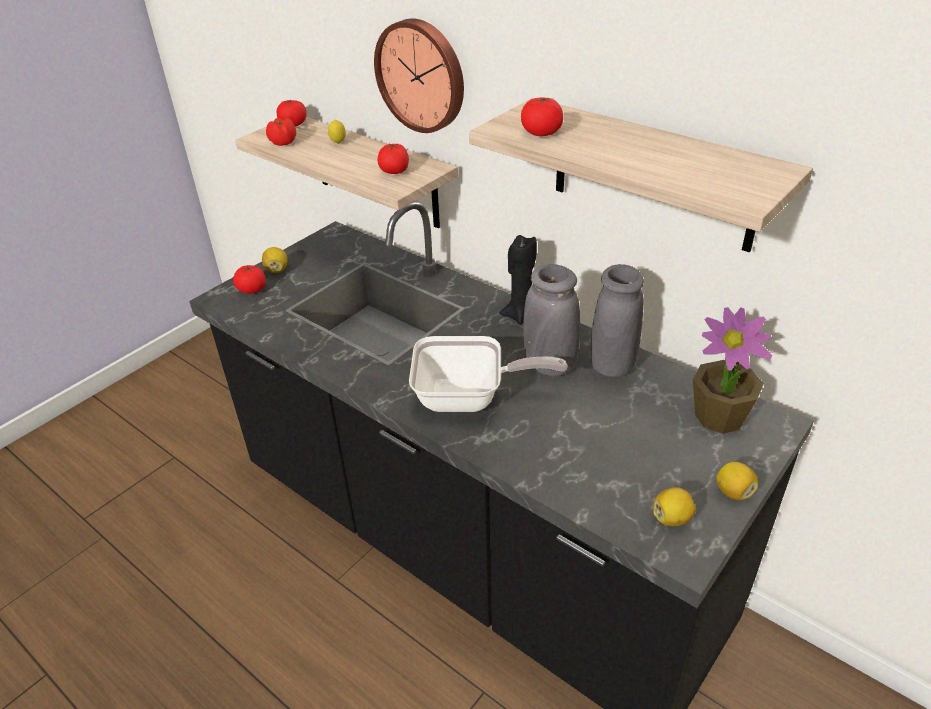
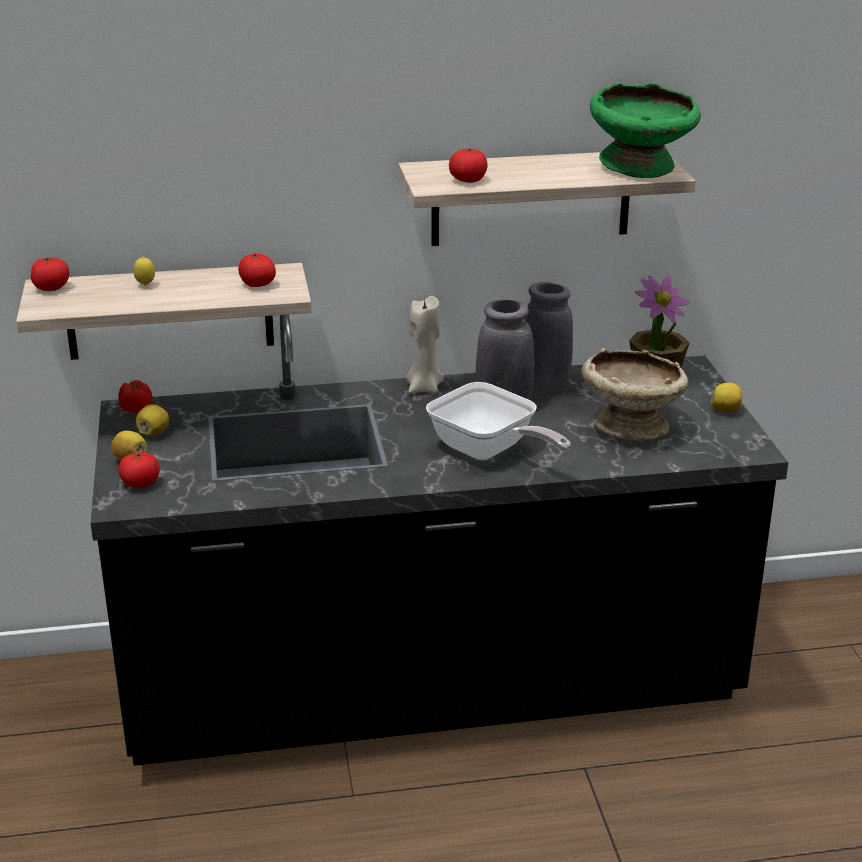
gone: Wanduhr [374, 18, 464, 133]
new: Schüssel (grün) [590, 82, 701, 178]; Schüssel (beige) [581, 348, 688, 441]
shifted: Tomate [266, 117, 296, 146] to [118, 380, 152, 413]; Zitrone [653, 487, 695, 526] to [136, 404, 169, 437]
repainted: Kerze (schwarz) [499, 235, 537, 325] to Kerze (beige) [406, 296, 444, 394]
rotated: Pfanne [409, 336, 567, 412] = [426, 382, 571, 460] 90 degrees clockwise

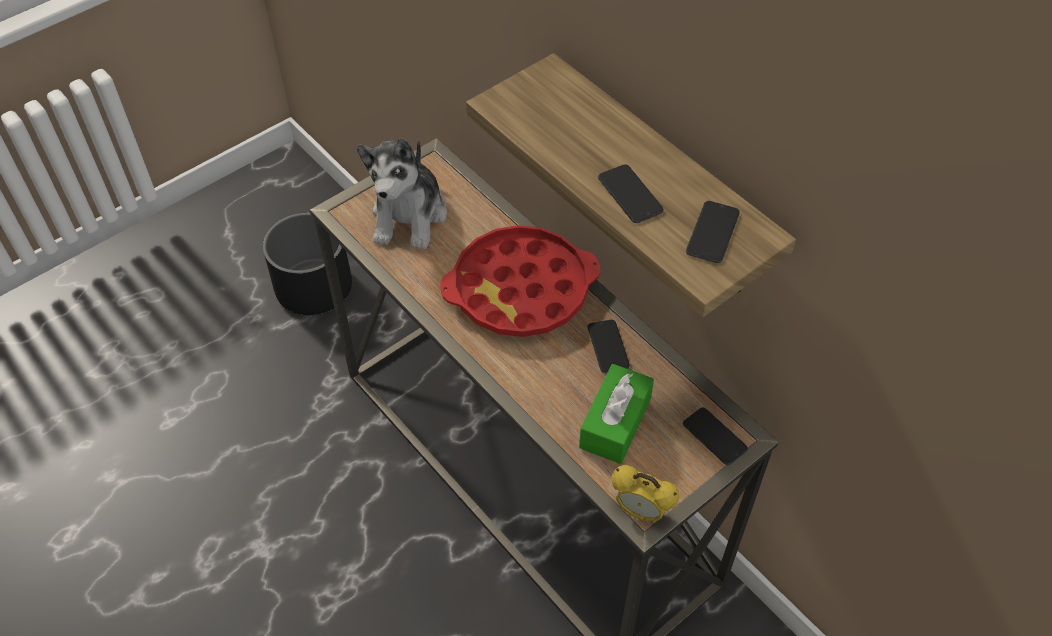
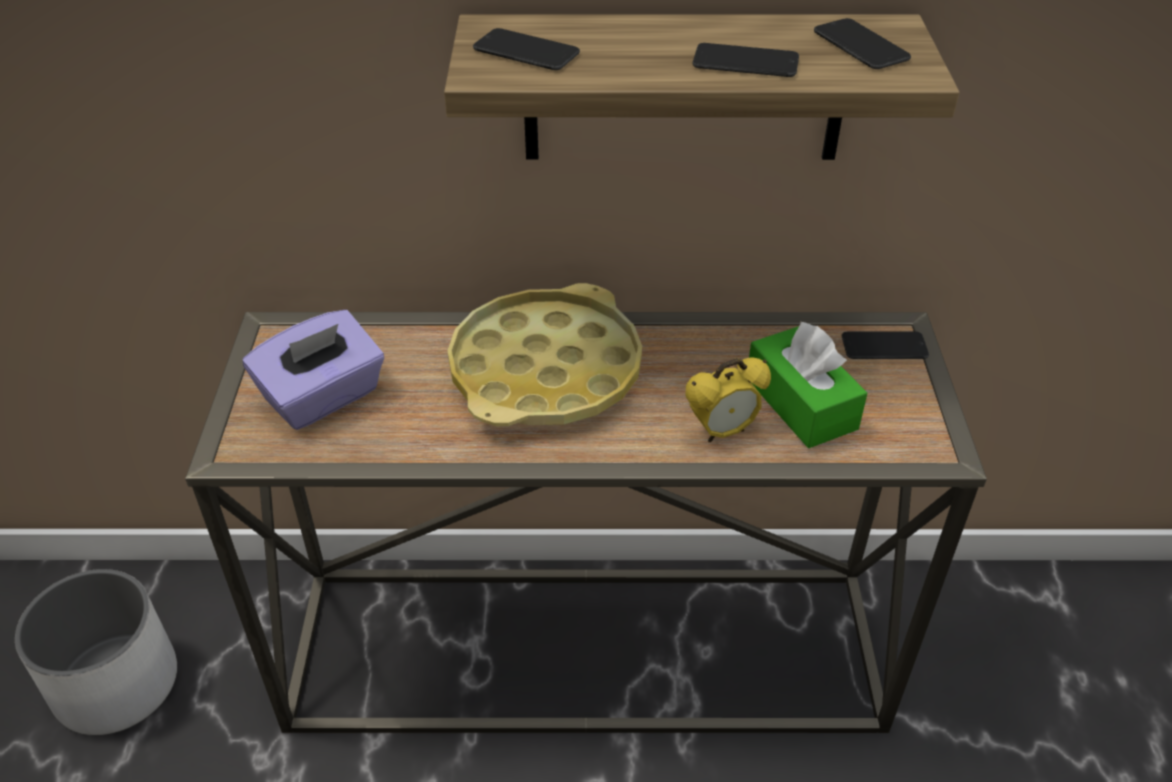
shifted: Handy [587, 320, 630, 373] to [473, 28, 580, 70]; Wecker [611, 465, 679, 523] to [685, 358, 771, 442]
swapped: Plüschtier [356, 138, 447, 250] to Taschentuchbox (lila) [243, 310, 384, 430]
repainted: Pflanzkübel (schwarz) [263, 213, 352, 315] to Pflanzkübel (weiß) [15, 569, 177, 735]; Tablett (rot) [440, 225, 600, 337] to Tablett (gelb) [447, 283, 642, 426]

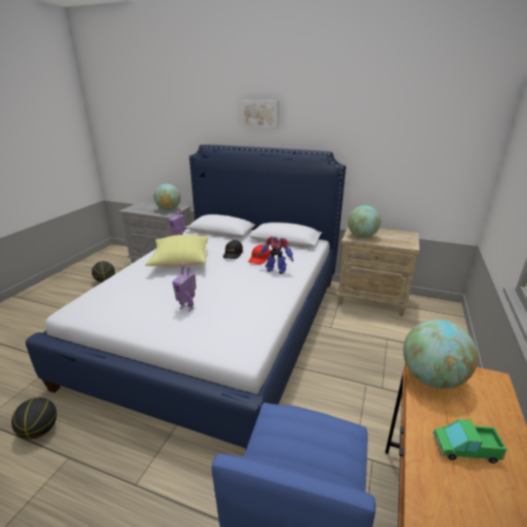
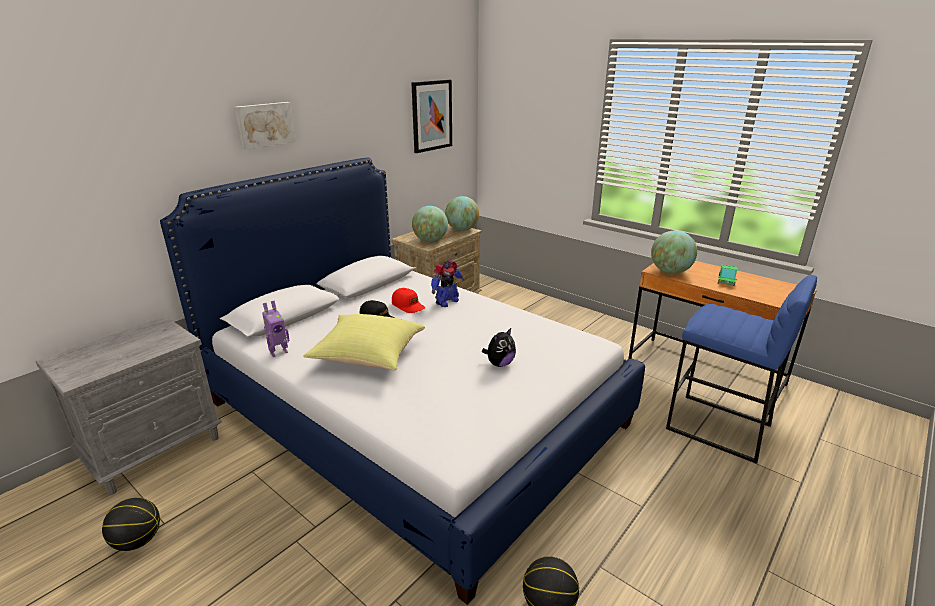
new: Bild [411, 79, 452, 153]
shifted: Globus [154, 184, 181, 210] to [445, 196, 479, 231]
swapped: Spielzeugroboter [172, 265, 196, 312] to Plüschtier [482, 328, 516, 367]

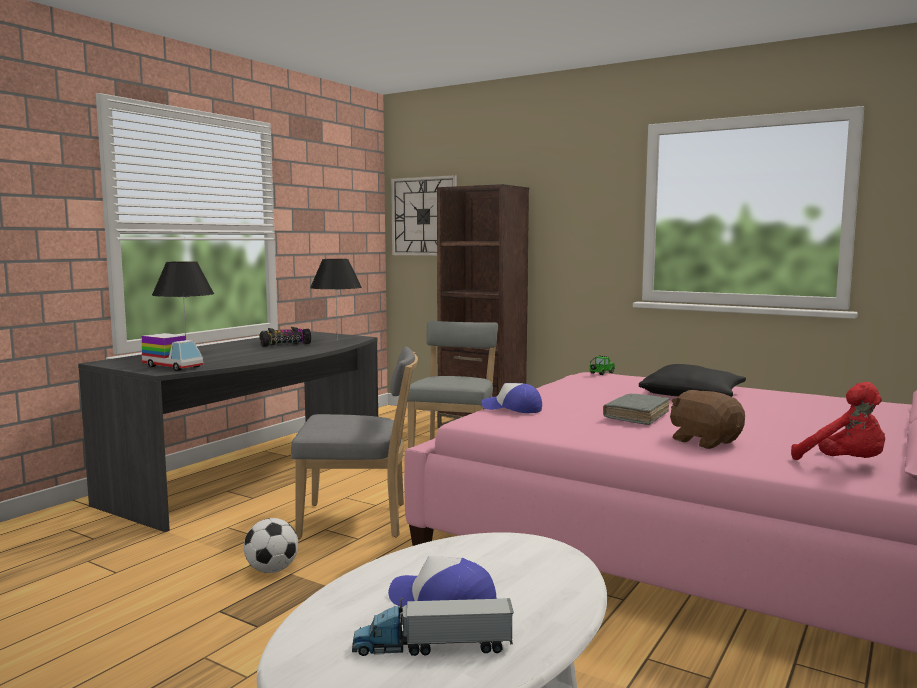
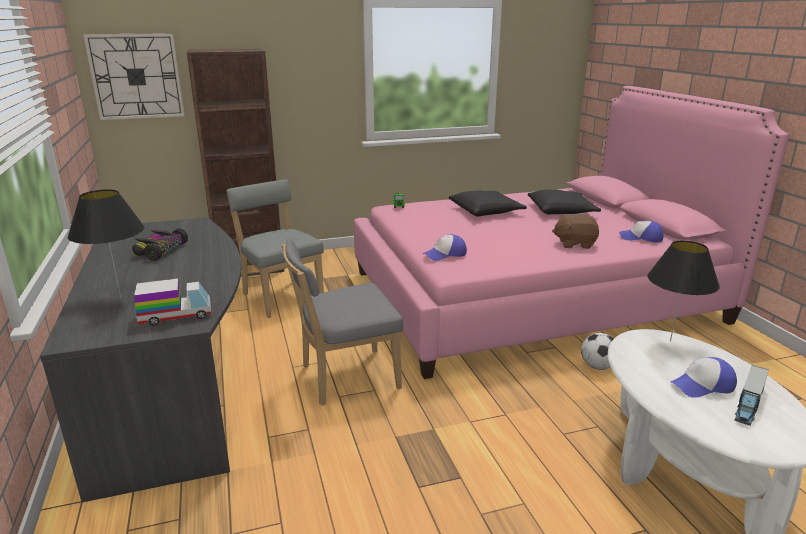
gone: Buch (grau) [603, 394, 669, 425]
new: Kissen (schwarz) [528, 190, 601, 214]
shifted: Tischlampe (schwarz) [310, 259, 362, 341] to [647, 241, 720, 341]; Fußball [244, 518, 298, 573] to [581, 333, 614, 370]
swapped: Plüschtier (rot) [791, 382, 885, 460] to Kappe [619, 221, 664, 243]
rotated: Stuhl (grau) [291, 347, 418, 539] = [282, 238, 403, 406] 150 degrees counterclockwise

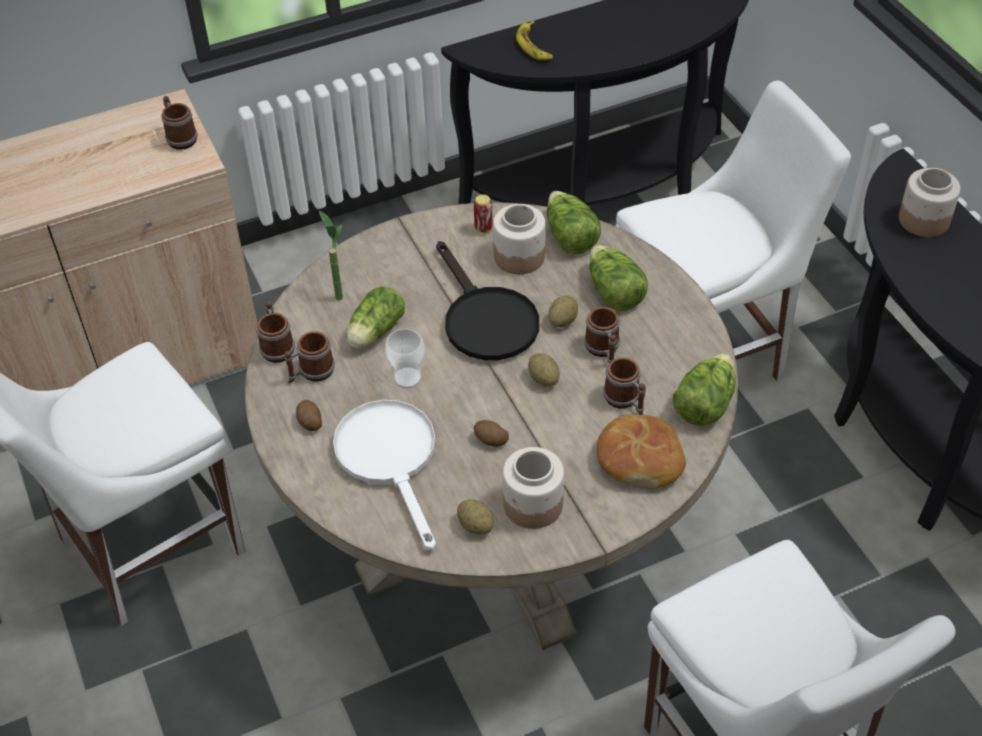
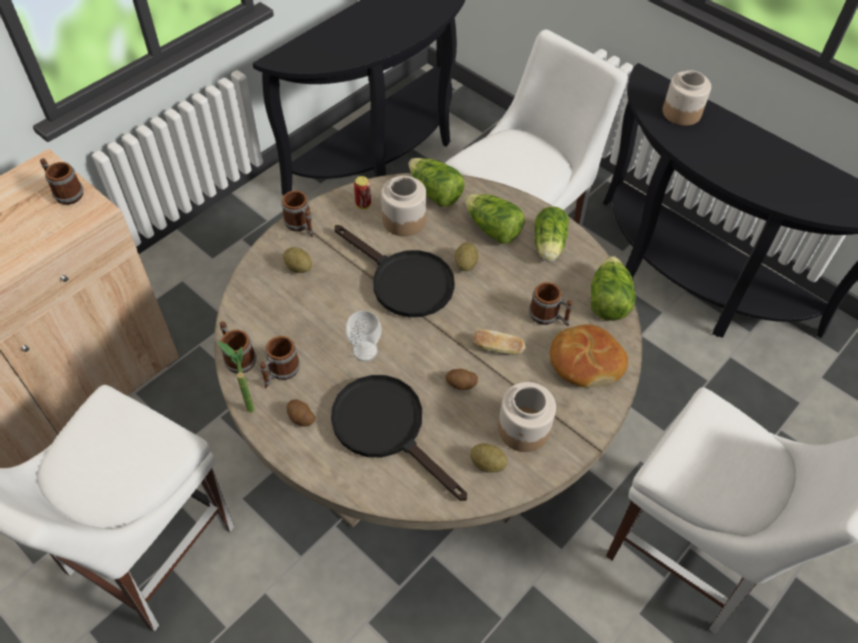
gone: Banane [516, 21, 553, 60]
new: Brot [473, 330, 525, 354]
shifted: Topfpflanze [319, 210, 343, 301] to [217, 342, 254, 413]; Salatkopf [347, 286, 405, 348] to [535, 206, 569, 262]; Henkelbecher [584, 307, 620, 363] to [282, 191, 313, 237]; Kartoffel [528, 353, 560, 386] to [283, 247, 312, 273]
repainted: Pfanne (weiß) [333, 400, 436, 551] to Pfanne (schwarz) [331, 375, 467, 501]

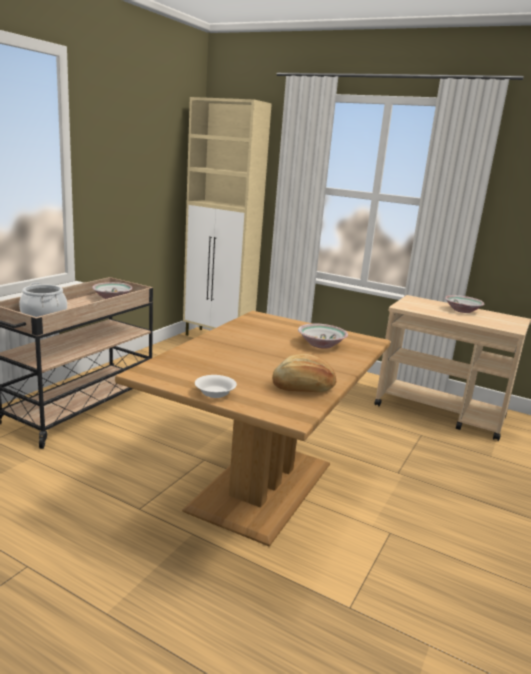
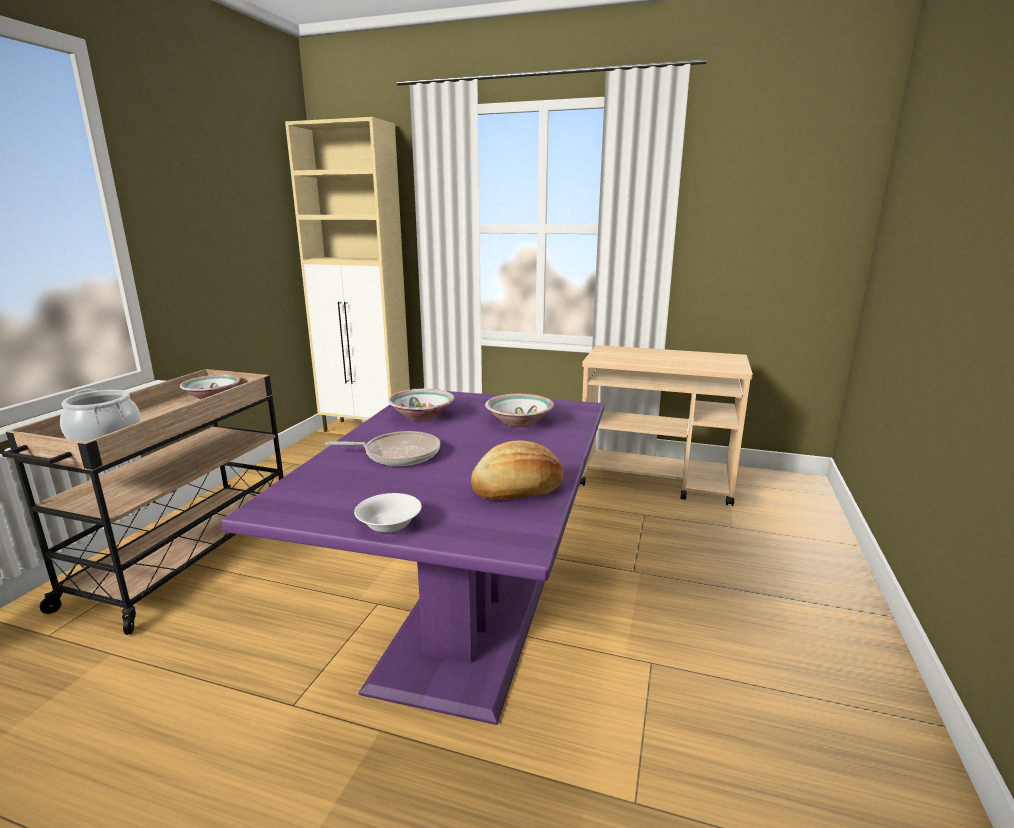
new: Pfanne [325, 431, 440, 466]
shifted: Schüssel [445, 295, 484, 313] to [388, 389, 455, 421]
repainted: Esstisch (braun) [115, 311, 390, 547] to Esstisch (lila) [221, 391, 604, 725]

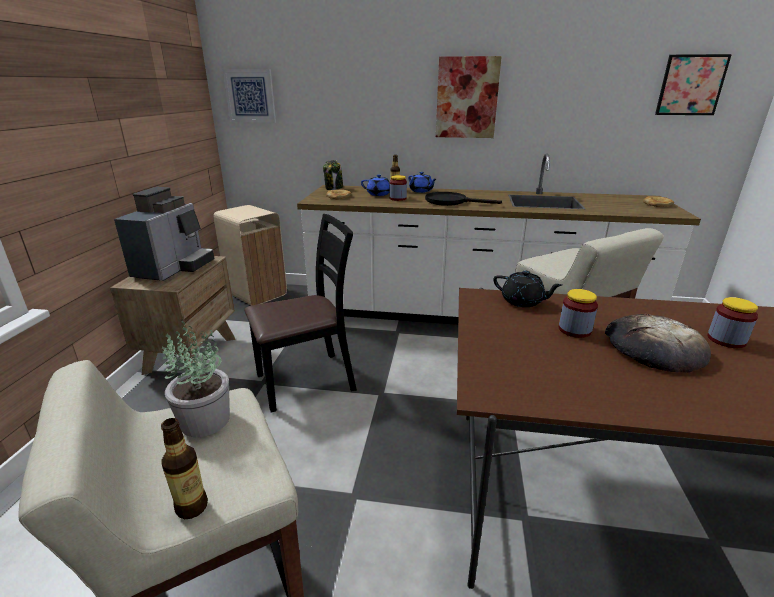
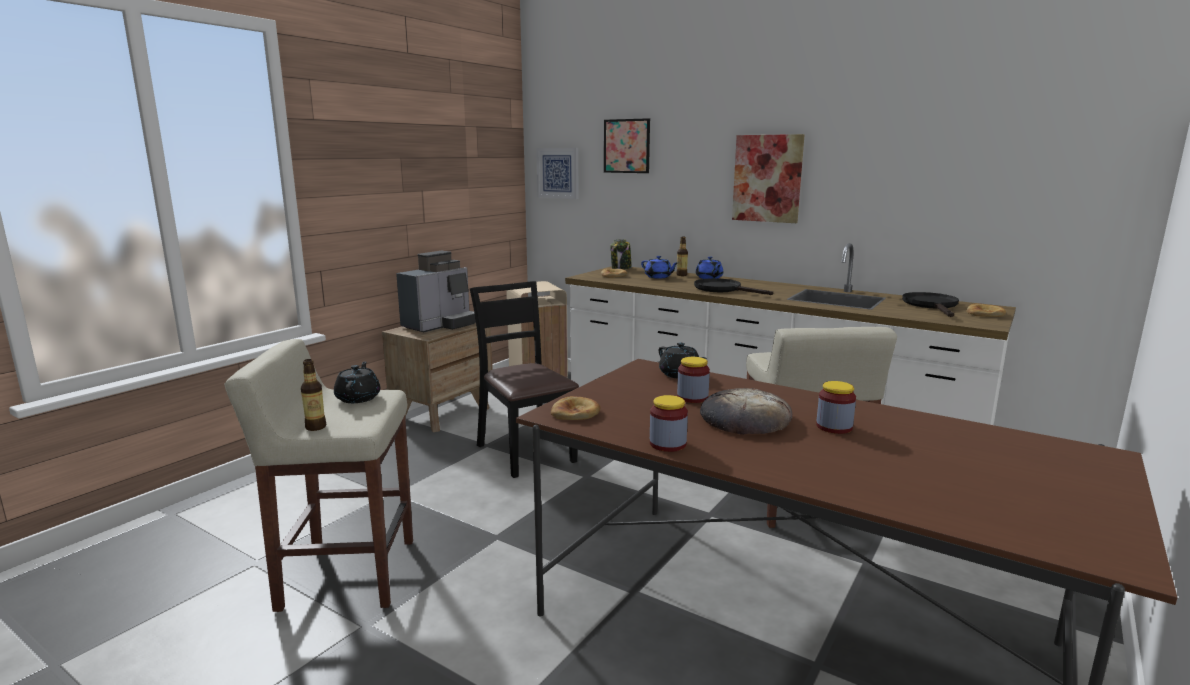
new: Pfanne (schwarz) [902, 292, 959, 317]; Brot [551, 396, 600, 420]
shifted: Bild [655, 54, 732, 115] to [604, 118, 650, 173]; Vorratsglas [389, 175, 407, 201] to [650, 395, 688, 452]
swapped: Topfpflanze [161, 321, 230, 437] to Teekanne (schwarz) [334, 361, 380, 403]
rotated: Stuhl (schwarz) [244, 214, 357, 413] = [470, 281, 579, 478] 120 degrees counterclockwise

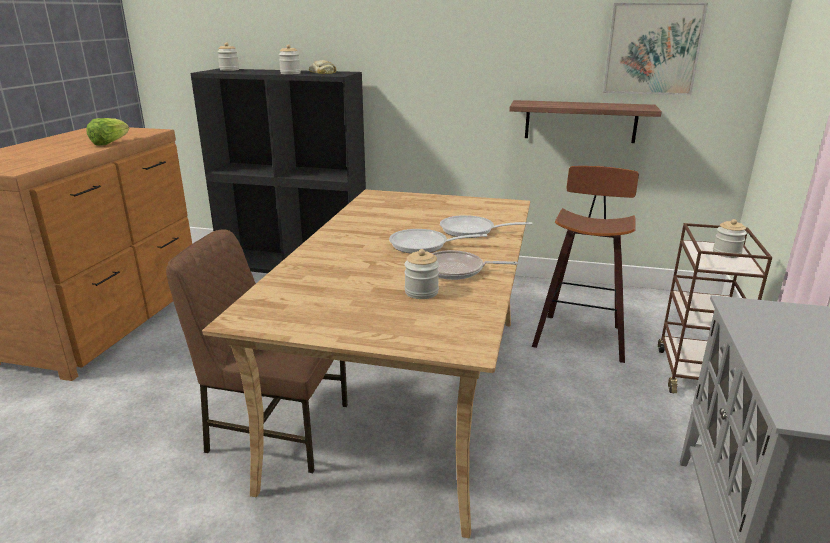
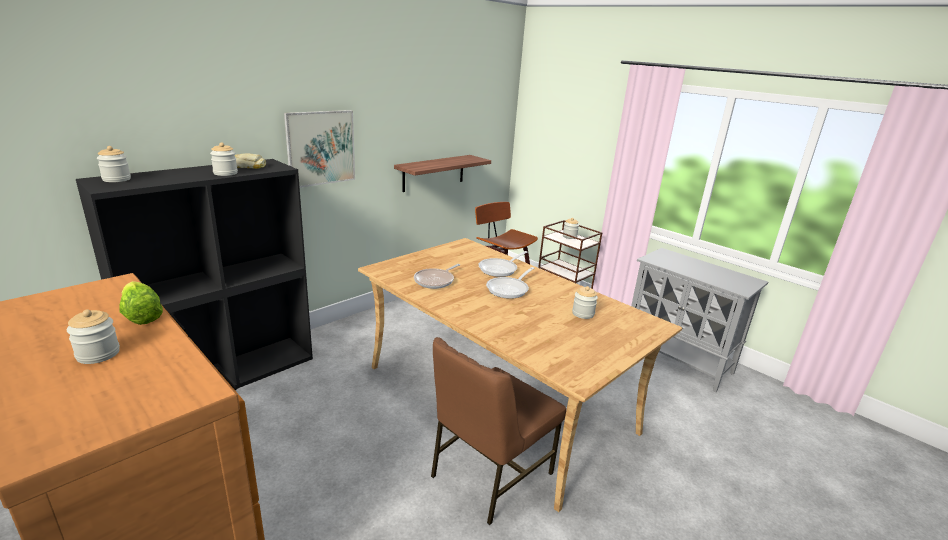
new: Vorratsglas [67, 309, 120, 364]
shifted: Bild [603, 3, 708, 95] to [284, 110, 355, 188]; Pfanne [432, 250, 518, 280] to [414, 264, 460, 289]

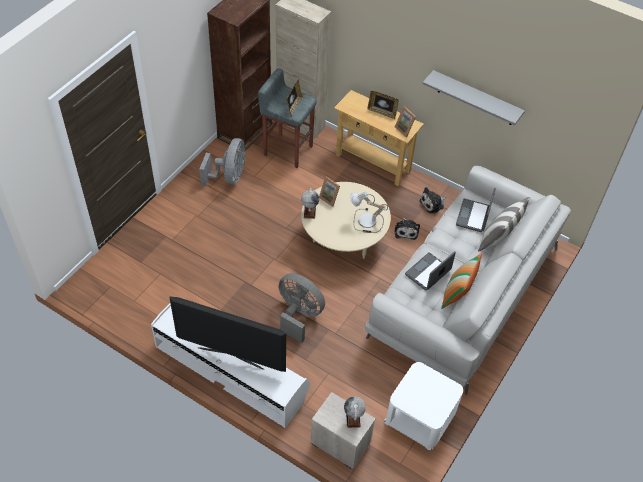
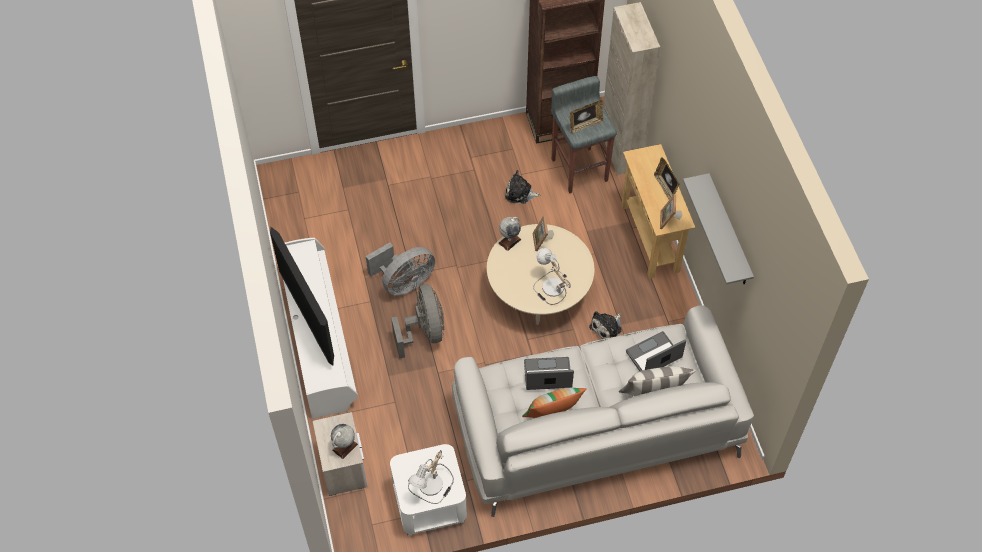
new: Tischlampe [408, 450, 454, 504]
shifted: Ventilator (grau) [199, 138, 246, 186] to [366, 243, 435, 296]; Plüschtier [419, 187, 446, 214] to [505, 170, 541, 204]

